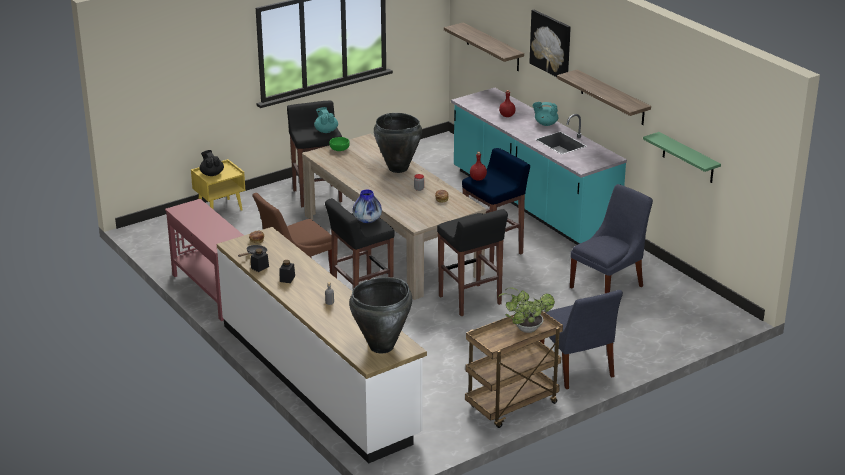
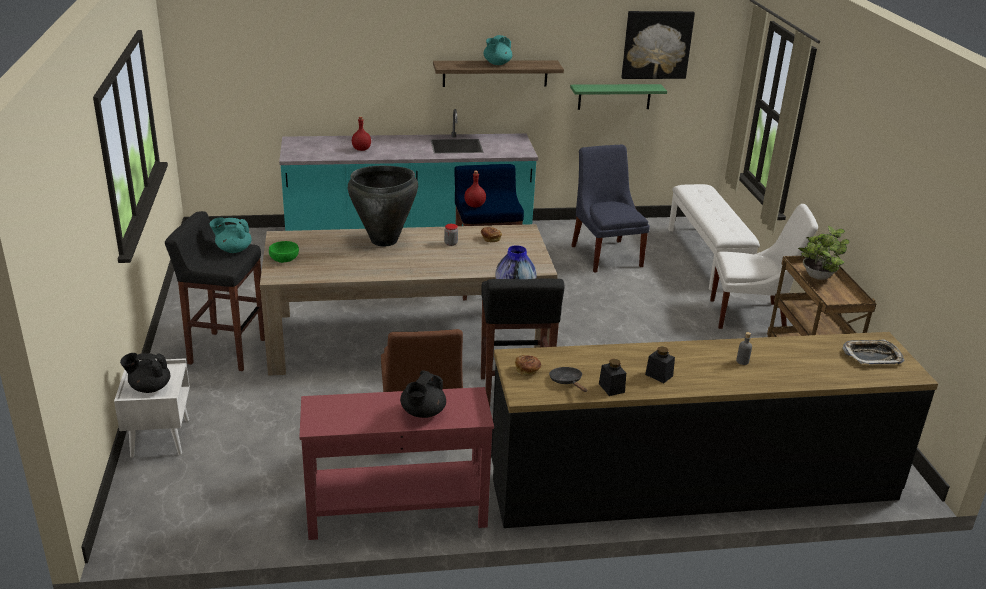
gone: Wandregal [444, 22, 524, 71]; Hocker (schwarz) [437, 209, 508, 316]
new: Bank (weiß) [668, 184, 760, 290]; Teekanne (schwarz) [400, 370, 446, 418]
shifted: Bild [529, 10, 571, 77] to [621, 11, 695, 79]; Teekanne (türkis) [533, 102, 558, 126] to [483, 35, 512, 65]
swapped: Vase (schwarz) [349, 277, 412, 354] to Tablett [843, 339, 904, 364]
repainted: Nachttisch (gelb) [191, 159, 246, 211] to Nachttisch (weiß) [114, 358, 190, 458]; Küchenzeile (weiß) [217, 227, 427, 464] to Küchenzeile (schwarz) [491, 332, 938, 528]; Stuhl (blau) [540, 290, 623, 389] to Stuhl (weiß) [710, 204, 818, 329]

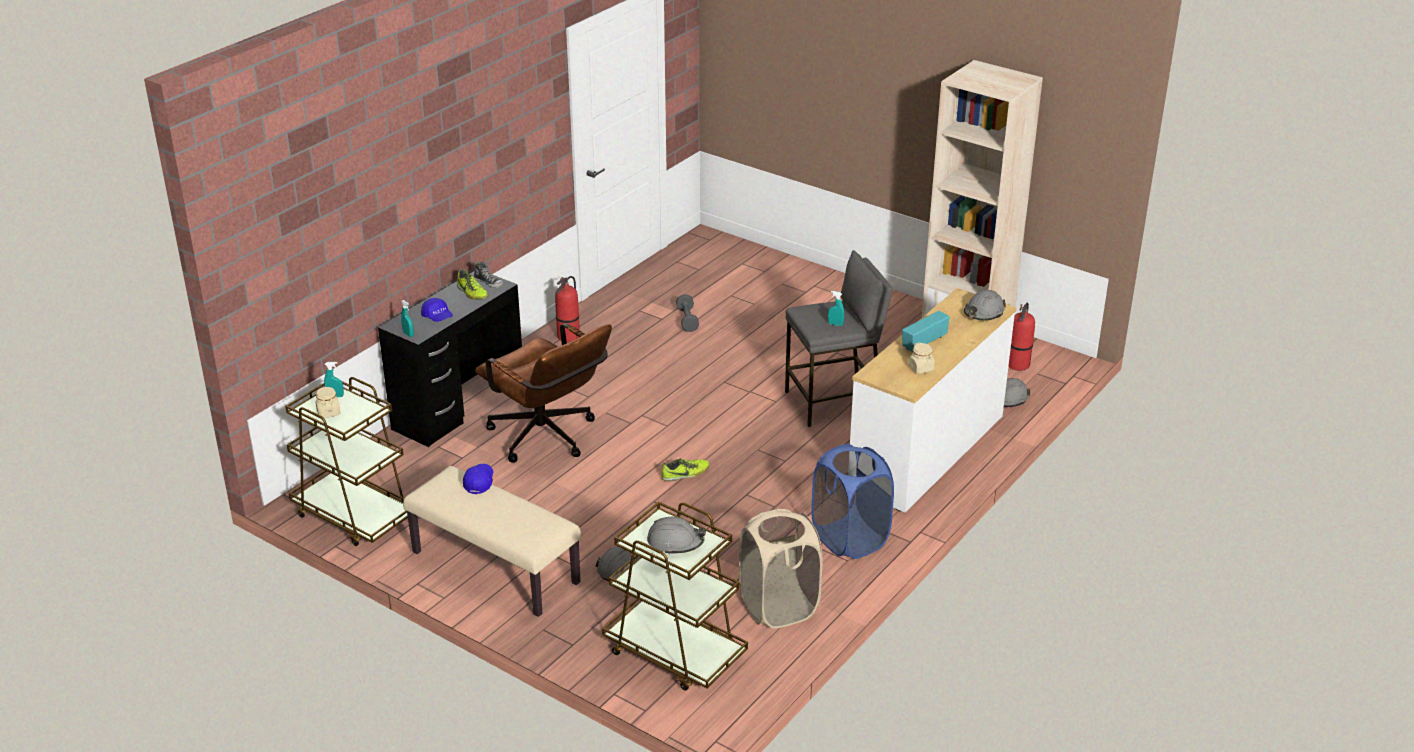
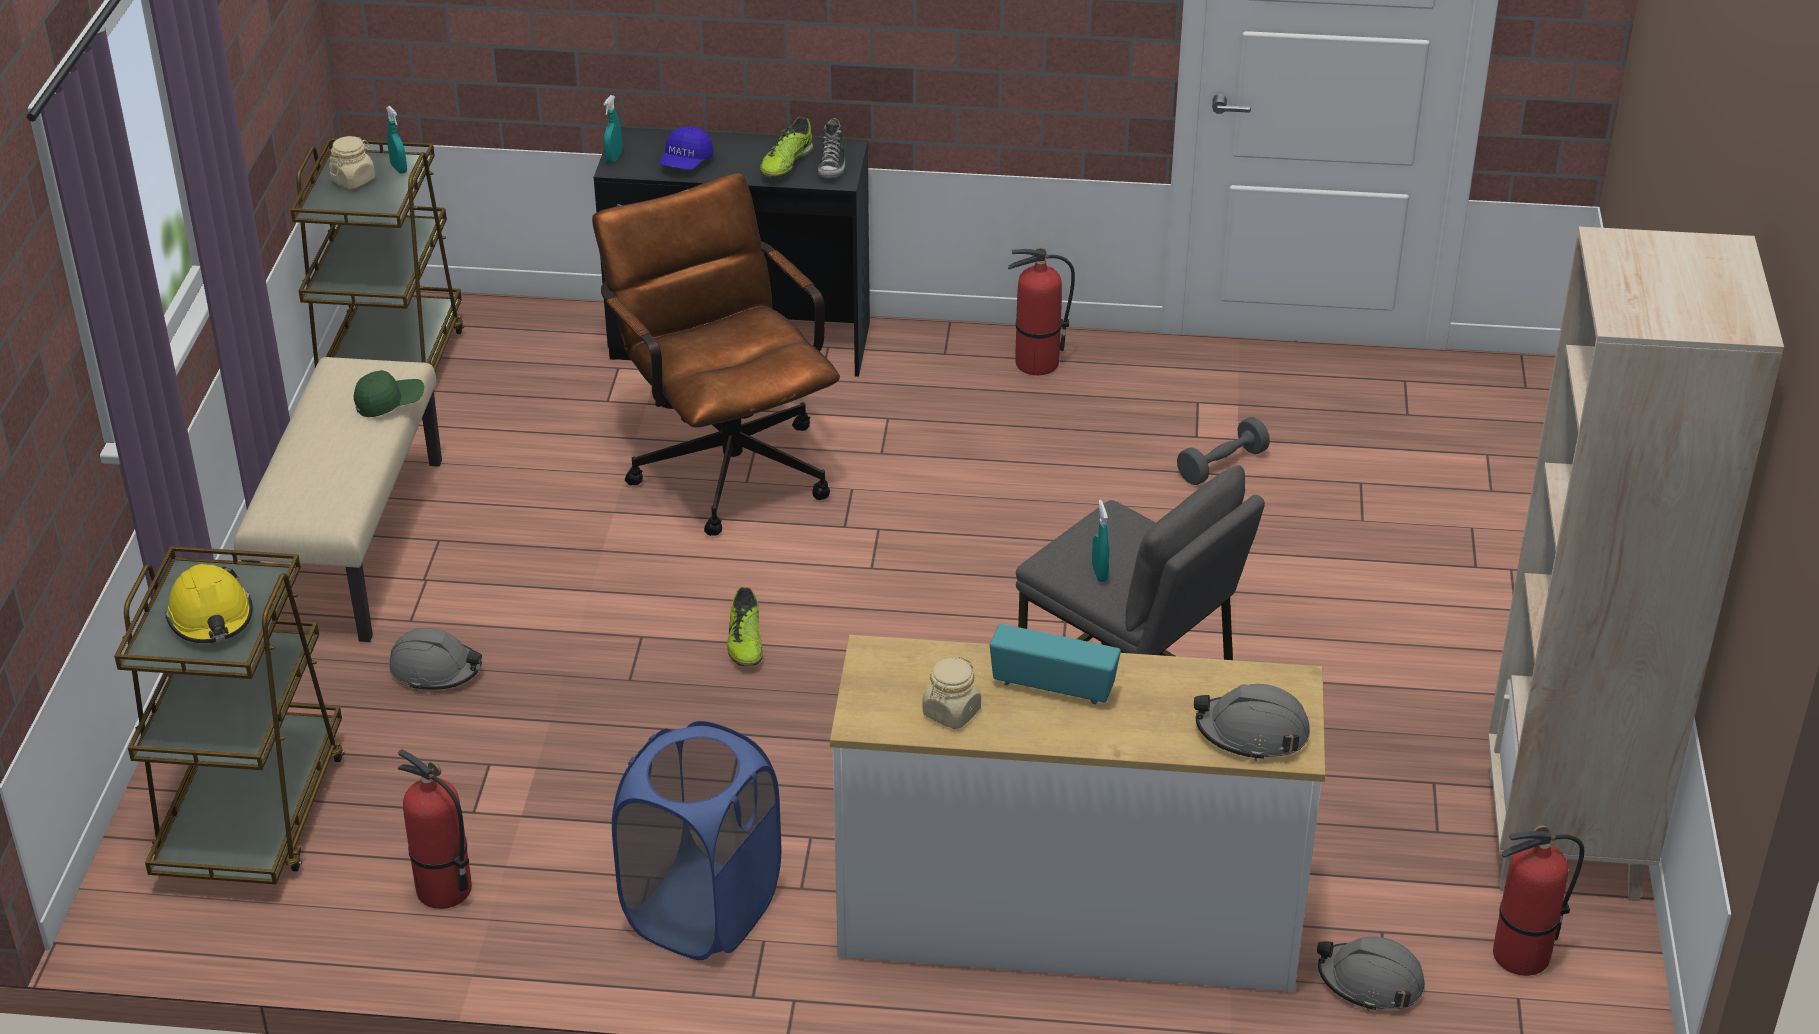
swapped: Wäschekorb (beige) [739, 509, 822, 628] to Feuerlöscher [398, 749, 472, 909]
repainted: Kappe (blau) [463, 464, 493, 494] to Kappe (grün) [354, 370, 424, 417]; Schutzhelm (grau) [647, 517, 706, 555] to Schutzhelm (gelb) [165, 564, 253, 643]
rotated: Bürostuhl (braun) [475, 323, 612, 463] = [592, 173, 840, 536] 135 degrees clockwise; Schuh [661, 458, 710, 482] = [727, 587, 763, 667] 45 degrees clockwise

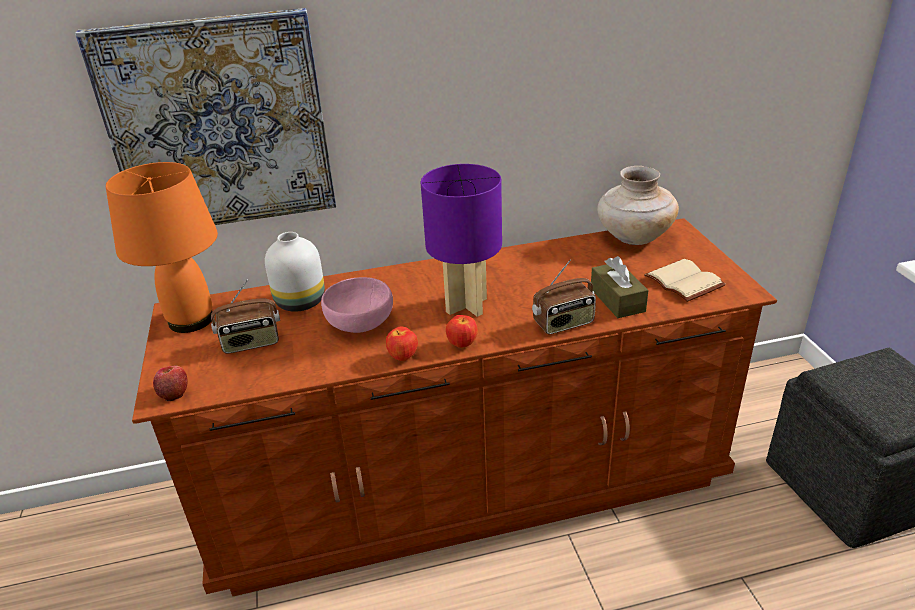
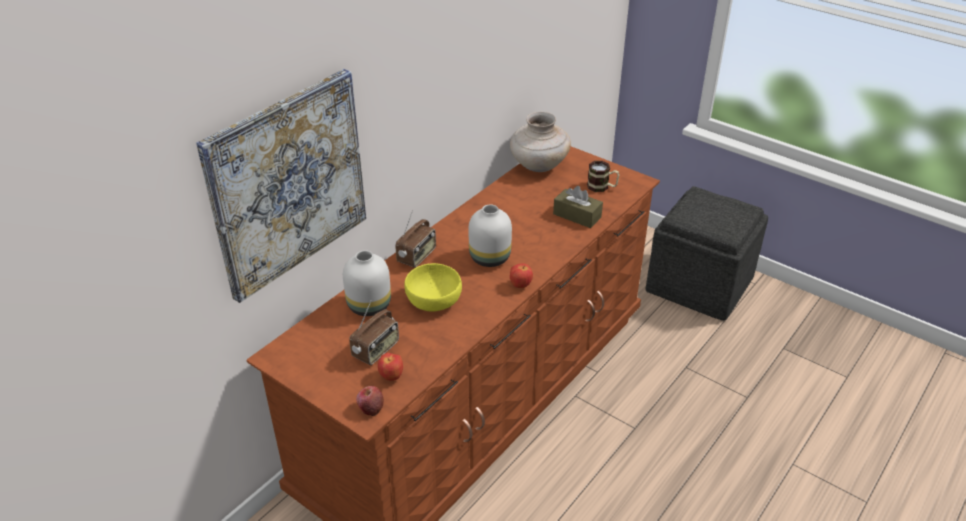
gone: Tischlampe (orange) [106, 162, 218, 333]
shifted: Radio [532, 260, 596, 335] to [395, 210, 436, 268]; Apfel [386, 327, 418, 361] to [378, 353, 403, 381]
swapped: Tischlampe (lila) [421, 164, 502, 317] to Vase (weiß) [469, 205, 512, 267]; Buch (beige) [644, 259, 726, 302] to Henkelbecher [587, 161, 619, 192]
repainted: Schüssel (rosa) [321, 277, 393, 333] to Schüssel (gelb) [404, 263, 462, 311]

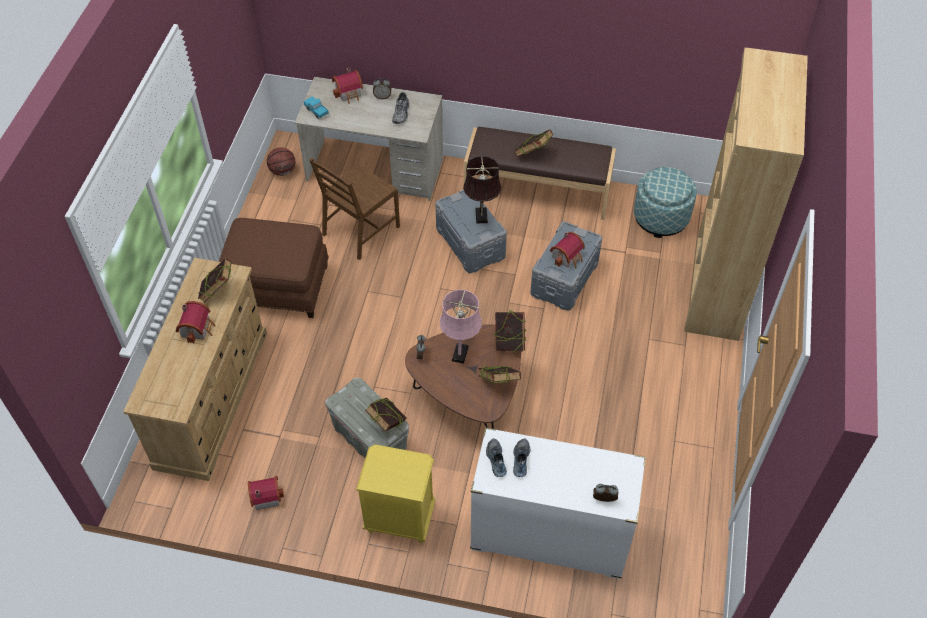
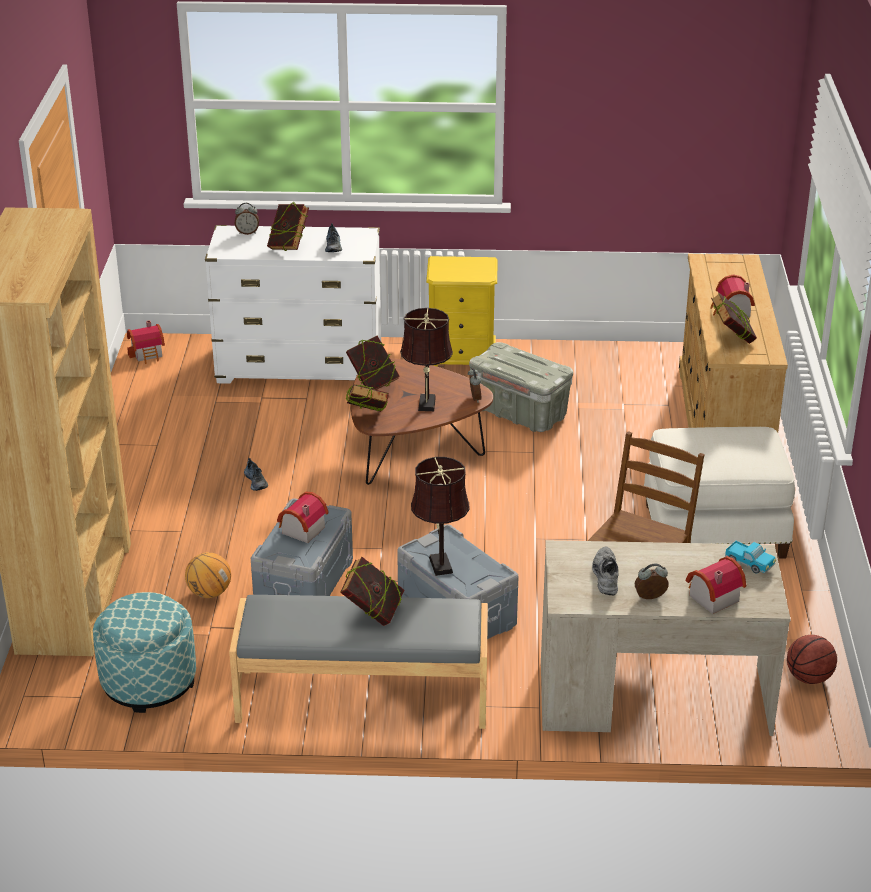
new: Basketball [185, 552, 231, 598]
shifted: Buch [365, 398, 406, 431] to [267, 202, 309, 251]; Schuh [486, 438, 507, 477] to [244, 458, 268, 491]; Spielzeughaus [248, 476, 284, 510] to [127, 320, 165, 364]
repainted: Bank (braun) [464, 127, 616, 220] to Bank (grau) [229, 595, 488, 729]; Polsterhocker (braun) [219, 218, 329, 318] to Polsterhocker (weiß) [644, 427, 795, 559]; Tischlampe (rosa) [440, 290, 482, 364] to Tischlampe (braun) [400, 308, 453, 411]

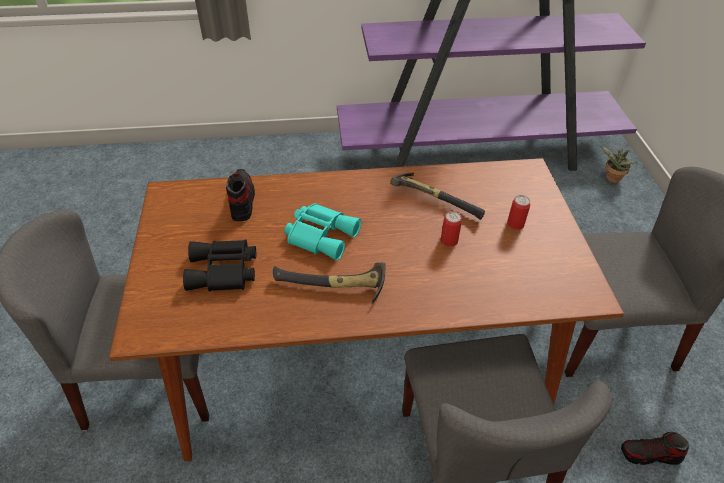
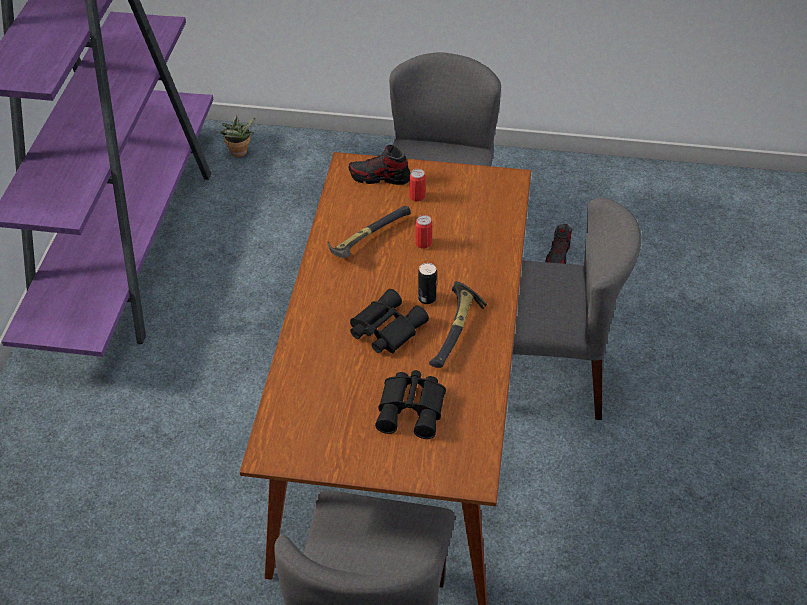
new: Dose [418, 263, 437, 304]
shifted: Schuh [226, 169, 255, 221] to [348, 145, 411, 185]
repainted: Fernglas (türkis) [284, 203, 361, 260] to Fernglas (schwarz) [350, 289, 429, 353]

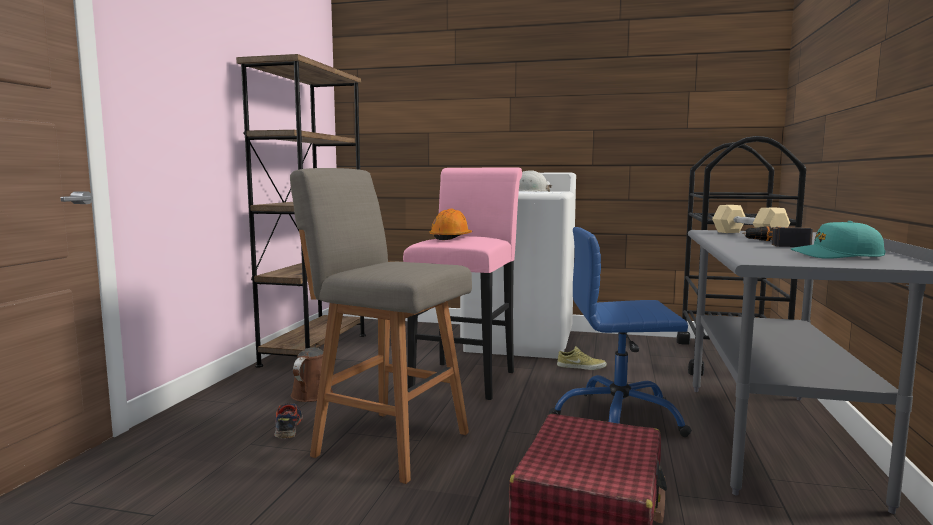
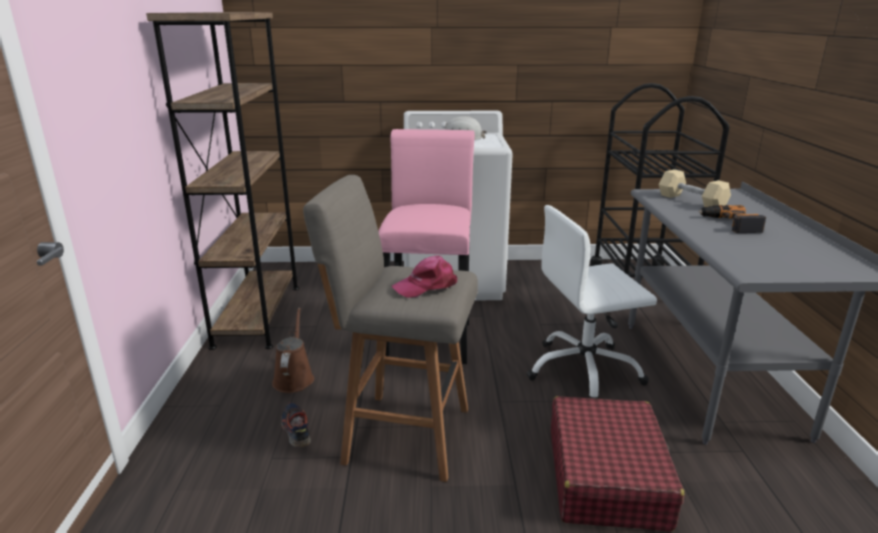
gone: Schutzhelm (orange) [429, 209, 472, 240]; Kappe (türkis) [791, 221, 886, 259]; Schuh (beige) [557, 346, 607, 370]
new: Kappe (rosa) [392, 255, 457, 298]
repainted: Bürostuhl (blau) [549, 227, 692, 437] to Bürostuhl (weiß) [527, 205, 657, 399]

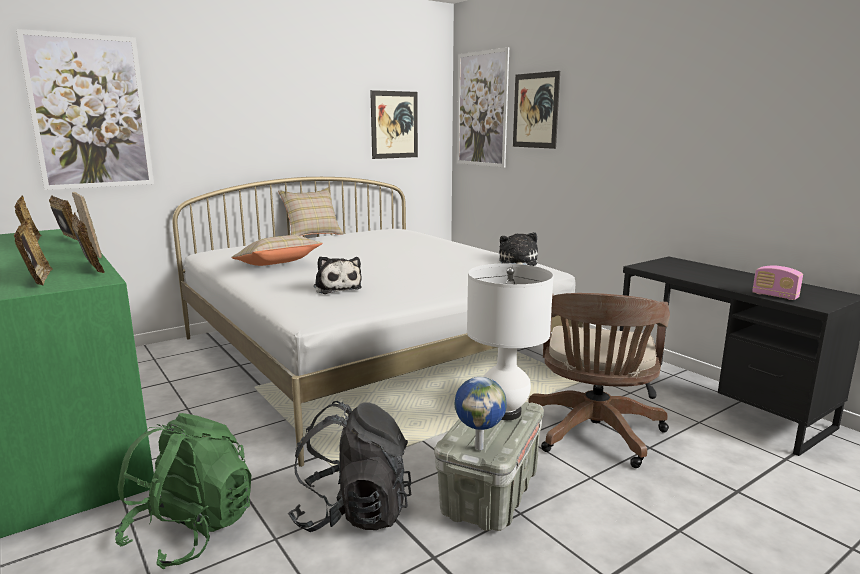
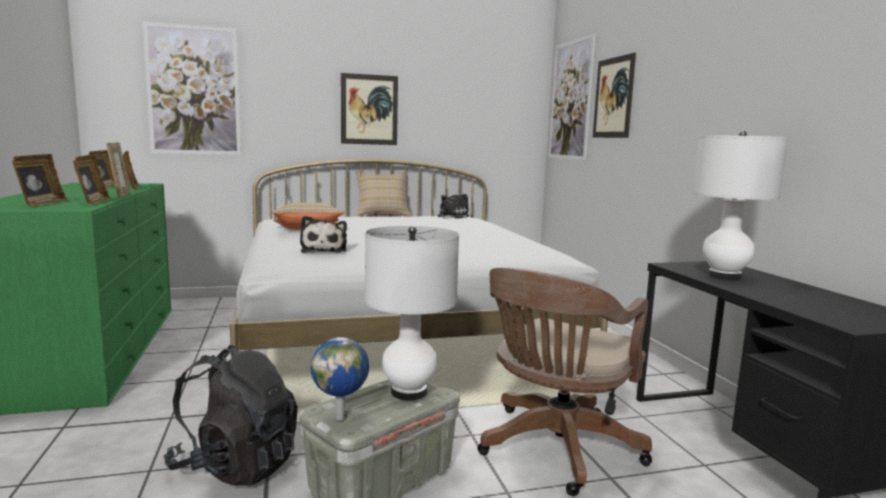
gone: Radio [752, 266, 803, 300]; Rucksack (grün) [115, 413, 251, 569]
new: Tischlampe (weiß) [693, 131, 788, 280]
shifted: Bild [370, 90, 418, 159] to [341, 73, 398, 145]; Plüschtier [499, 232, 538, 266] to [437, 194, 469, 219]

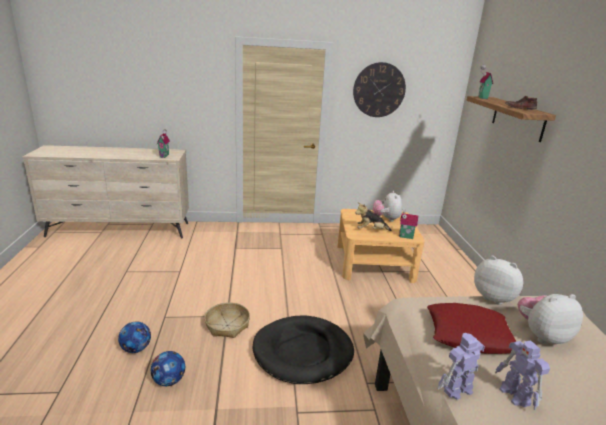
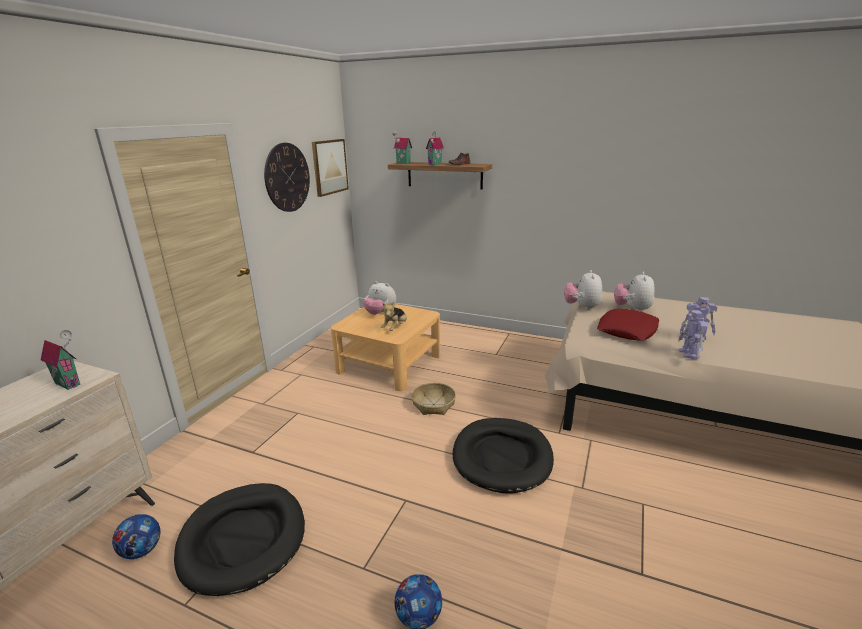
new: Bild [312, 139, 349, 197]; Hundebett (schwarz) [174, 483, 305, 596]
shifted: Spielzeughaus [399, 209, 418, 239] to [426, 131, 444, 165]; Korb [204, 302, 250, 338] to [411, 383, 456, 415]; Fußball [151, 351, 185, 386] to [112, 514, 160, 559]
rotated: Plüschtier [474, 256, 523, 305] = [564, 270, 602, 310] 60 degrees counterclockwise

